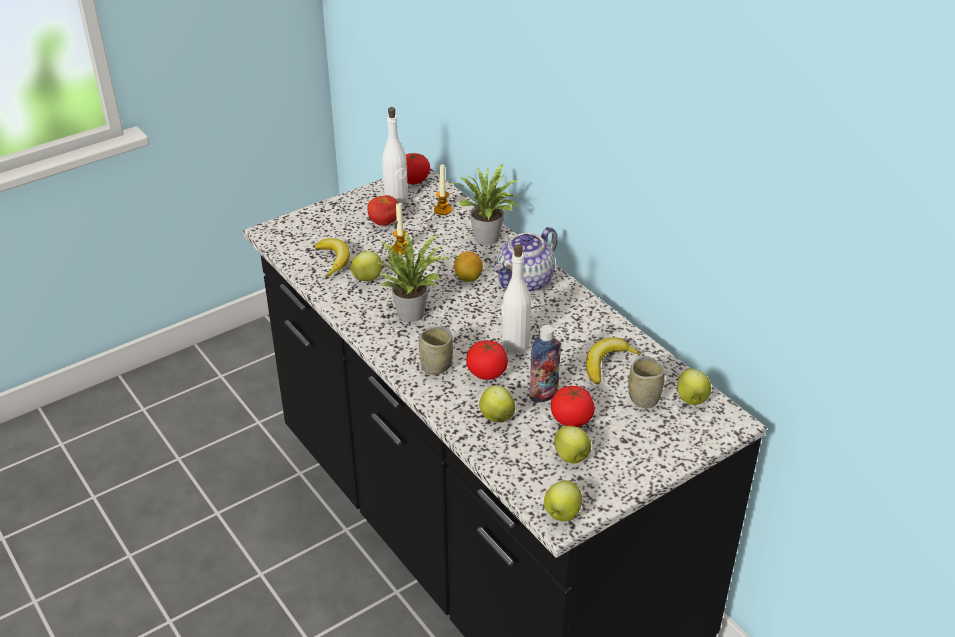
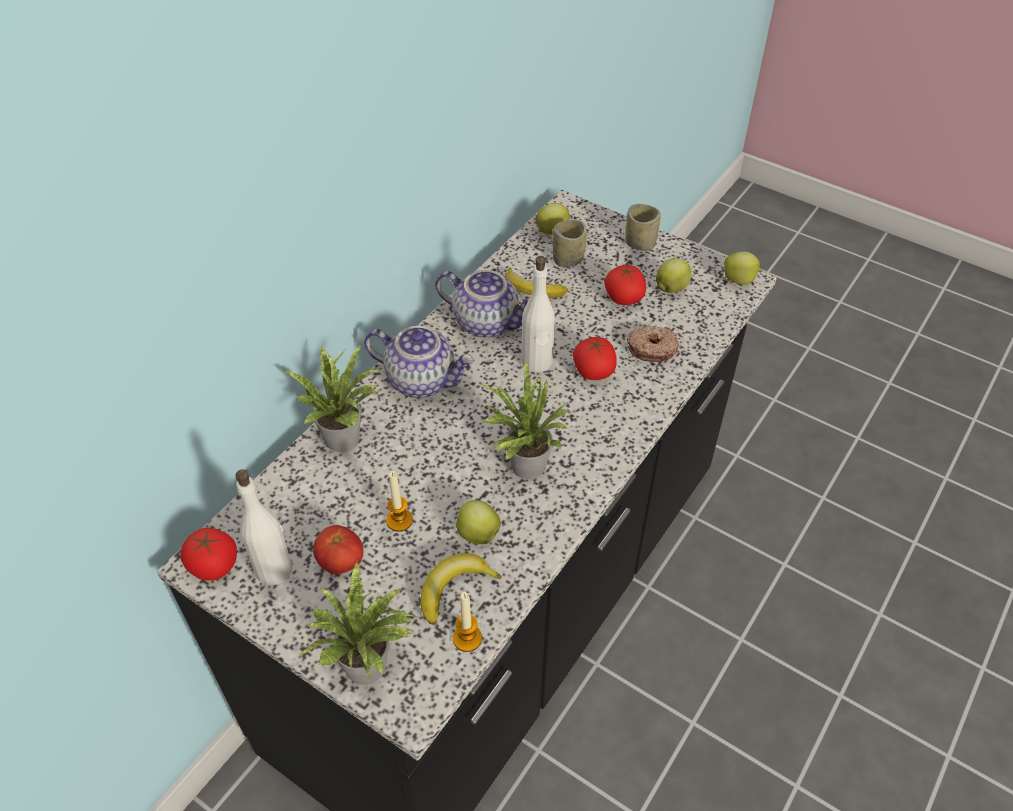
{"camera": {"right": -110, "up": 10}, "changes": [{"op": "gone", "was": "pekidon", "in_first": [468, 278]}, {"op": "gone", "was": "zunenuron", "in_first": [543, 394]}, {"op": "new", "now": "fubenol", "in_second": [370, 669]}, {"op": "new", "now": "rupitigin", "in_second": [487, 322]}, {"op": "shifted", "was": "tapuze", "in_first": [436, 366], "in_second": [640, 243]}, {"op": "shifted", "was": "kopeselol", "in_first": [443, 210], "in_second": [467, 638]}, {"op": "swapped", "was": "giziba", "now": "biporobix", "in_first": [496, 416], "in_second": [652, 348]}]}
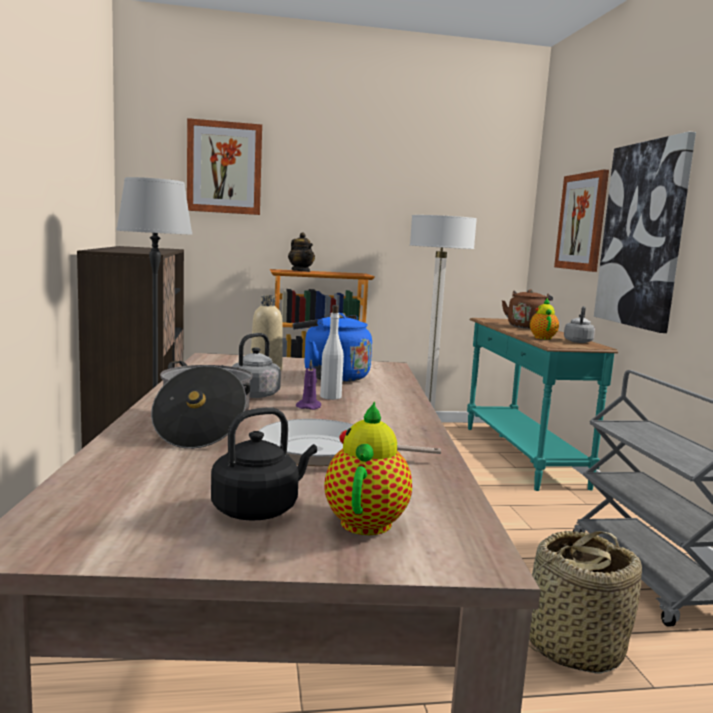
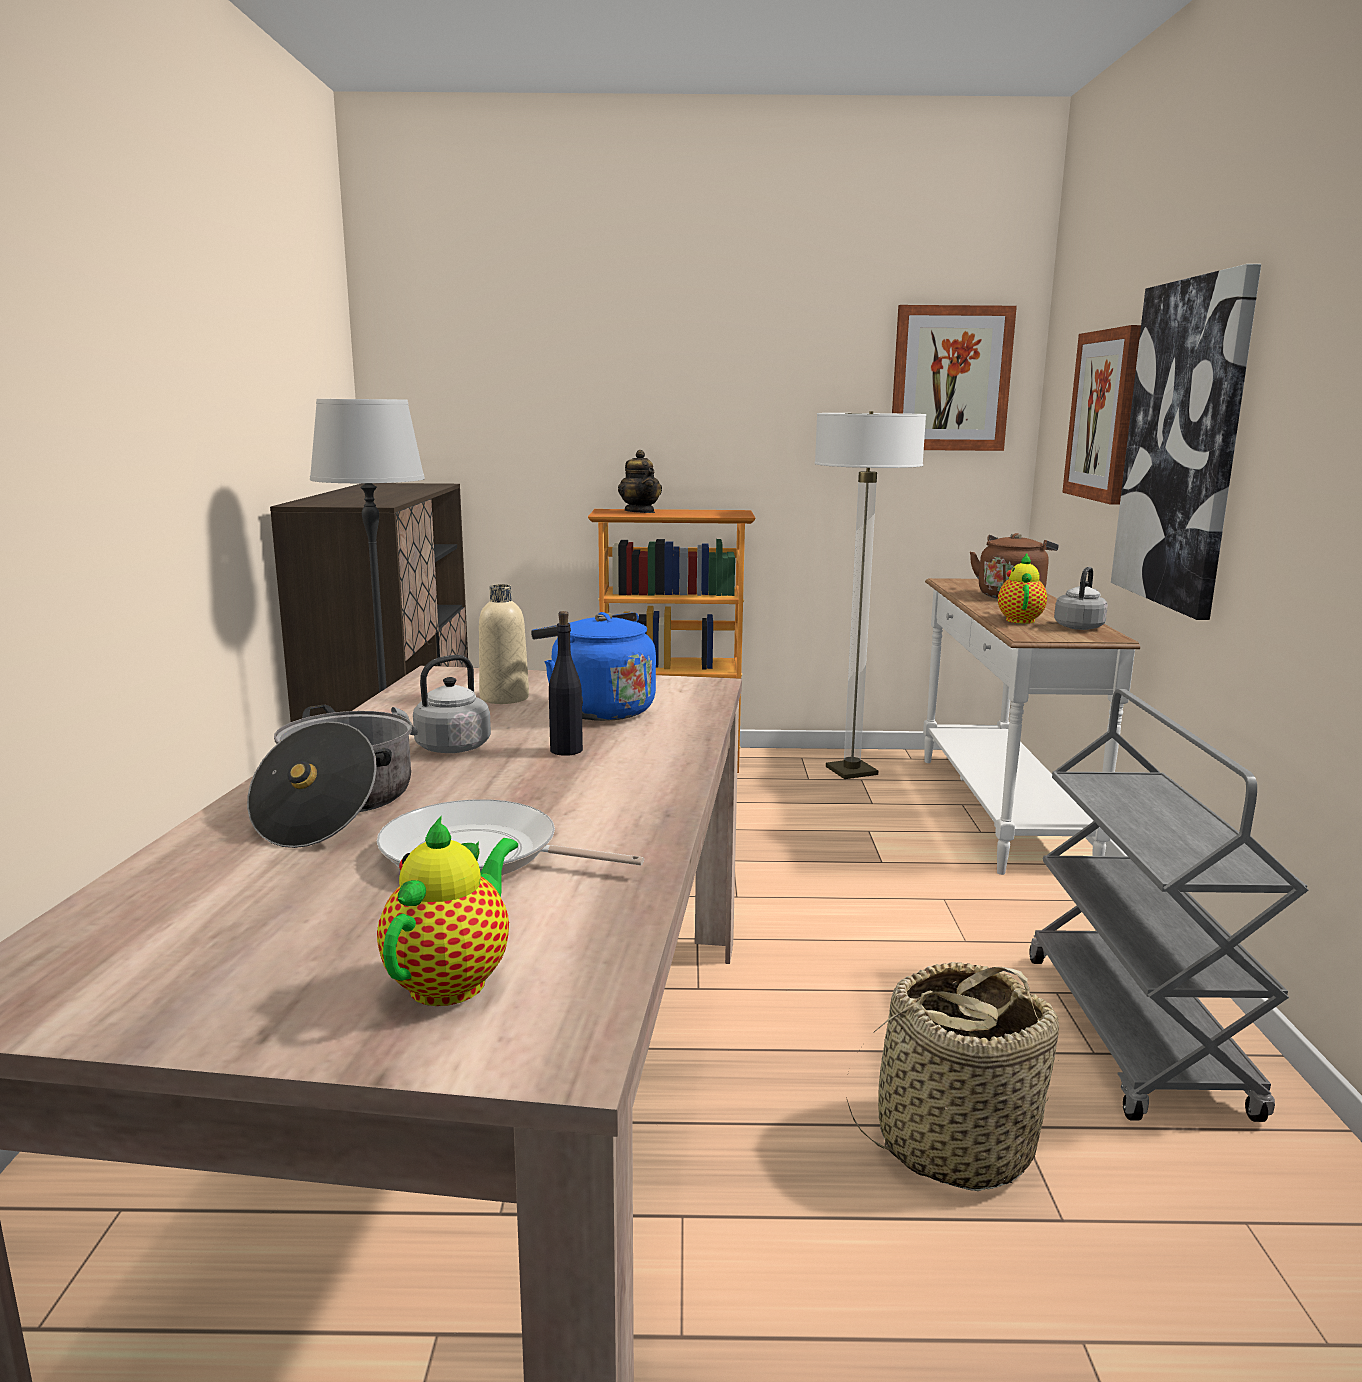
{"camera": {"right": 10, "up": 5}, "changes": [{"op": "gone", "was": "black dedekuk", "in_first": [259, 509]}, {"op": "gone", "was": "purple kopeselol", "in_first": [309, 406]}, {"op": "shifted", "was": "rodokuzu", "in_first": [224, 168], "in_second": [950, 379]}, {"op": "repainted", "was": "white zunenuron", "now": "black zunenuron", "in_first": [331, 397], "in_second": [567, 750]}, {"op": "repainted", "was": "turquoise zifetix", "now": "white zifetix", "in_first": [520, 455], "in_second": [997, 810]}]}
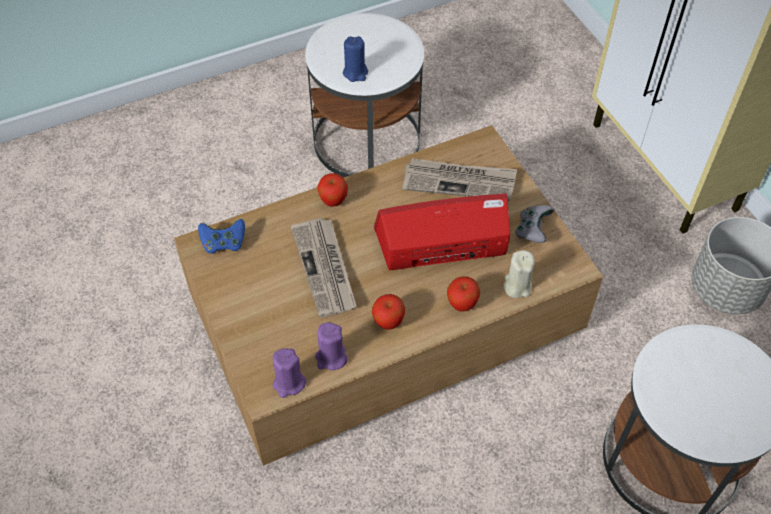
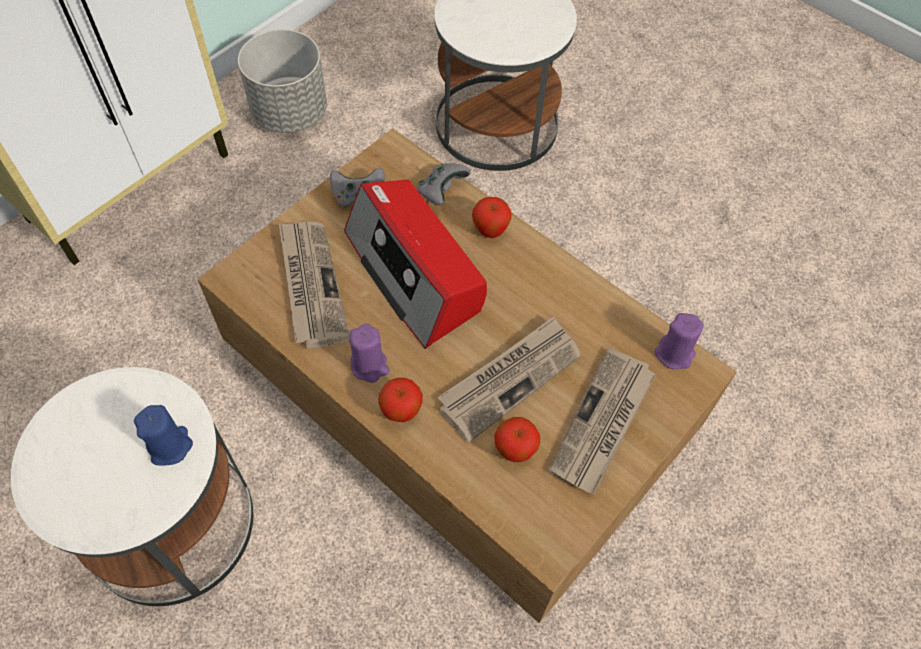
{"camera": {"right": -115, "up": 5}, "changes": [{"op": "gone", "was": "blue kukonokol", "in_first": [223, 243]}, {"op": "new", "now": "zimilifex", "in_second": [602, 423]}, {"op": "shifted", "was": "purple kopeselol", "in_first": [331, 358], "in_second": [369, 365]}, {"op": "shifted", "was": "giziba", "in_first": [388, 323], "in_second": [514, 451]}, {"op": "swapped", "was": "beige kopeselol", "now": "grey kukonokol", "in_first": [517, 286], "in_second": [441, 191]}]}
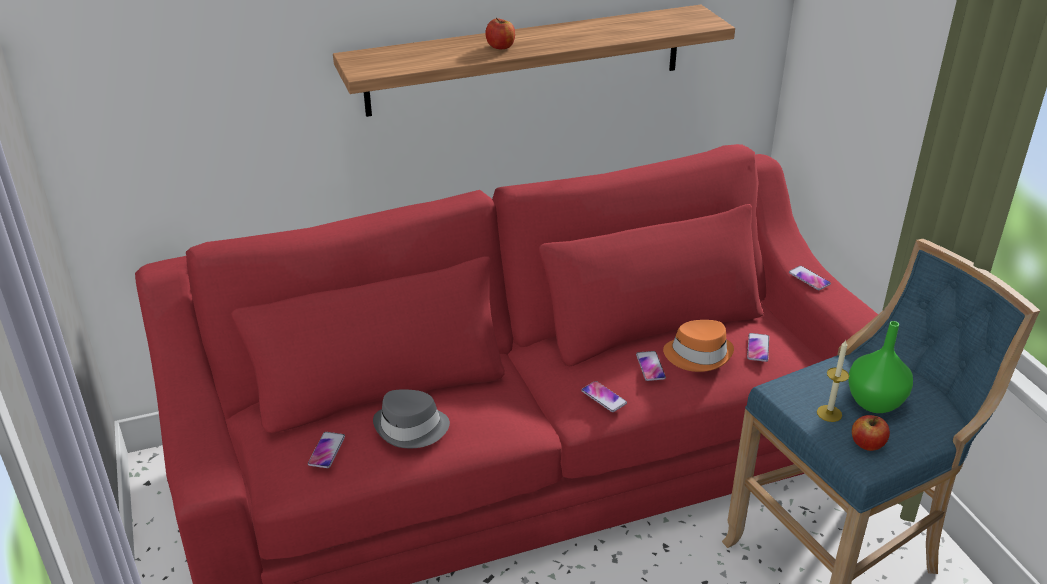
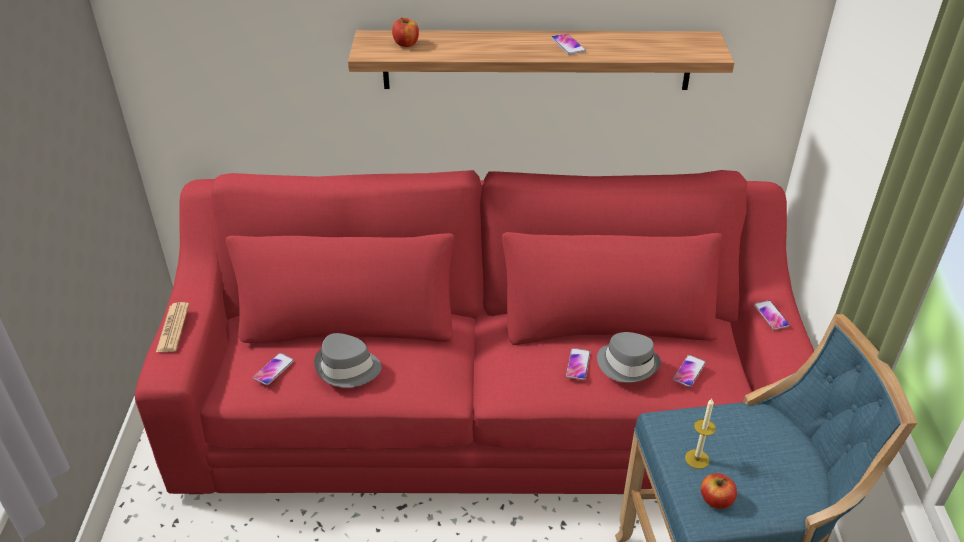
{"camera": {"right": 20, "up": 5}, "changes": [{"op": "gone", "was": "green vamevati", "in_first": [876, 403]}, {"op": "new", "now": "zimilifex", "in_second": [173, 328]}, {"op": "shifted", "was": "giziba", "in_first": [500, 46], "in_second": [406, 44]}, {"op": "shifted", "was": "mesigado", "in_first": [604, 397], "in_second": [568, 45]}, {"op": "repainted", "was": "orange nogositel", "now": "grey nogositel", "in_first": [698, 354], "in_second": [628, 364]}]}
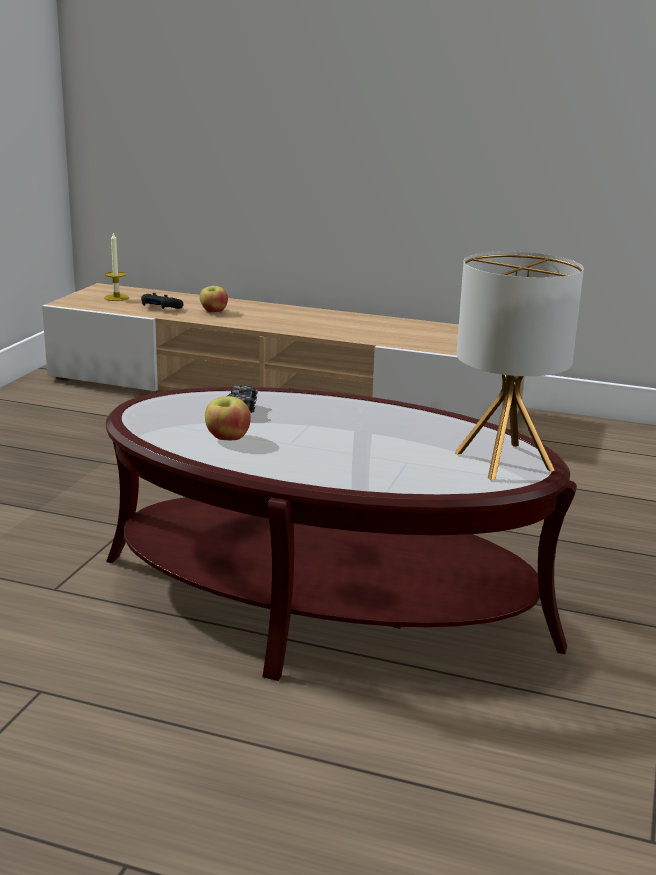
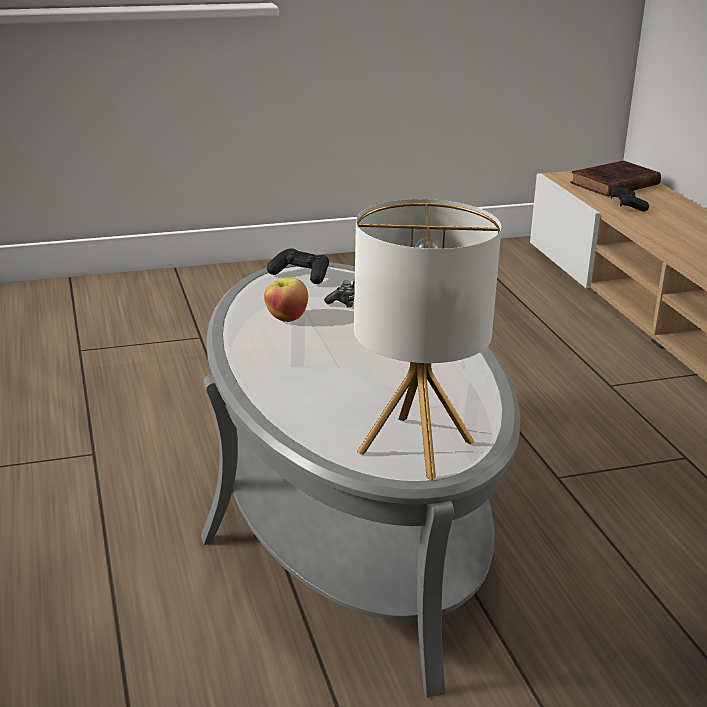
{"camera": {"right": 55, "up": 5}, "changes": [{"op": "gone", "was": "giziba", "in_first": [213, 311]}, {"op": "new", "now": "black kukonokol", "in_second": [300, 275]}, {"op": "swapped", "was": "kopeselol", "now": "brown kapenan", "in_first": [116, 297], "in_second": [613, 184]}, {"op": "repainted", "was": "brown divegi", "now": "grey divegi", "in_first": [322, 601], "in_second": [350, 516]}]}
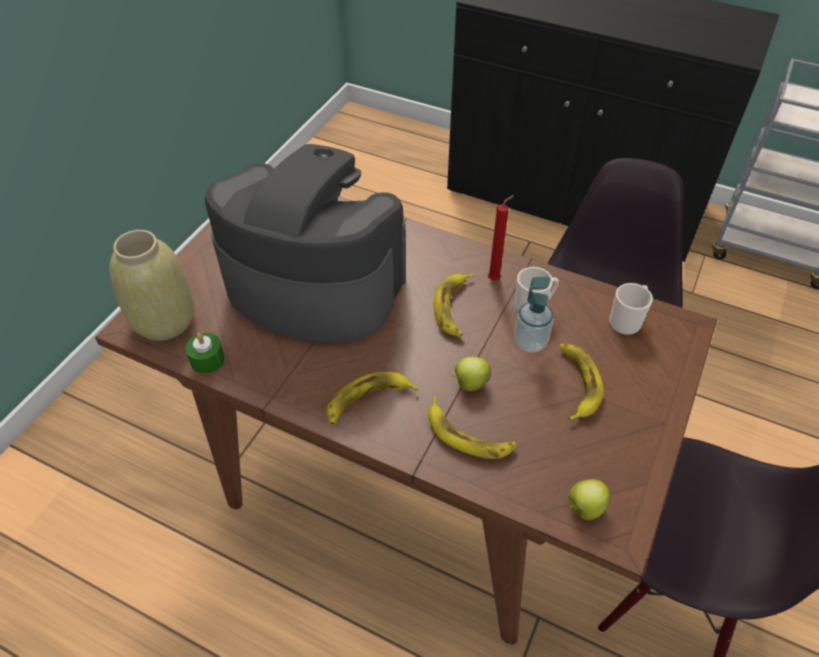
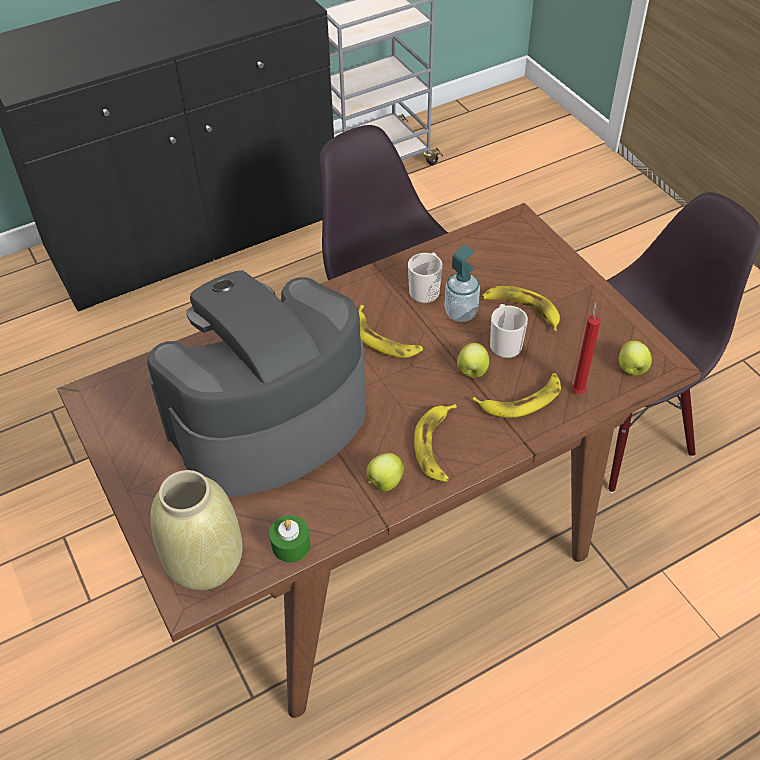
{"camera": {"right": -55, "up": 0}, "changes": [{"op": "new", "now": "giziba", "in_second": [384, 482]}, {"op": "shifted", "was": "red kopeselol", "in_first": [495, 279], "in_second": [578, 390]}, {"op": "shifted", "was": "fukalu", "in_first": [627, 321], "in_second": [504, 343]}]}
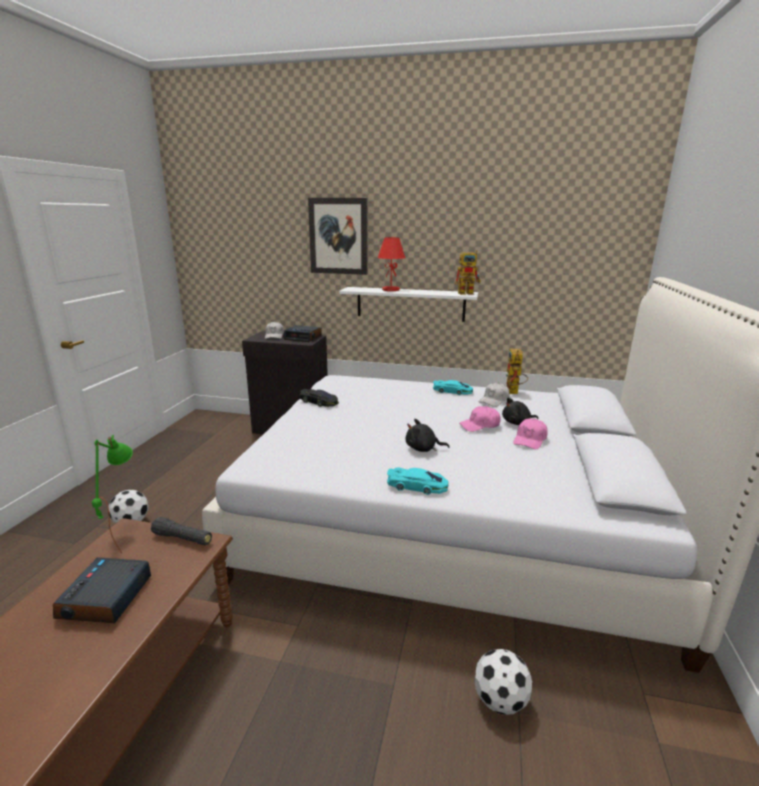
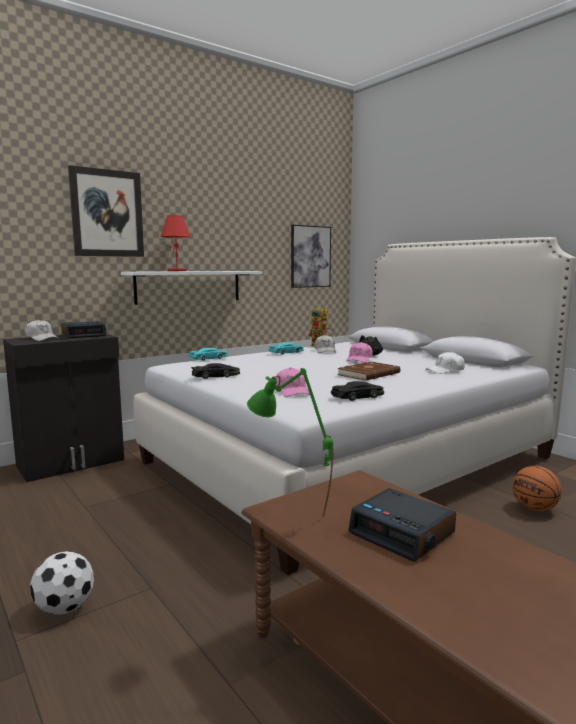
{"camera": {"right": -50, "up": -10}, "changes": [{"op": "gone", "was": "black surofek", "in_first": [183, 539]}, {"op": "gone", "was": "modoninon", "in_first": [469, 293]}, {"op": "new", "now": "rodokuzu", "in_second": [310, 256]}, {"op": "new", "now": "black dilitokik", "in_second": [358, 396]}, {"op": "new", "now": "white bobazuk", "in_second": [445, 370]}, {"op": "shifted", "was": "turquoise dilitokik", "in_first": [417, 486], "in_second": [208, 358]}, {"op": "shifted", "was": "pink bobazuk", "in_first": [530, 440], "in_second": [292, 391]}, {"op": "swapped", "was": "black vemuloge", "now": "brown kapenan", "in_first": [423, 449], "in_second": [370, 374]}, {"op": "swapped", "was": "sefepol", "now": "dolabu", "in_first": [500, 701], "in_second": [534, 508]}]}
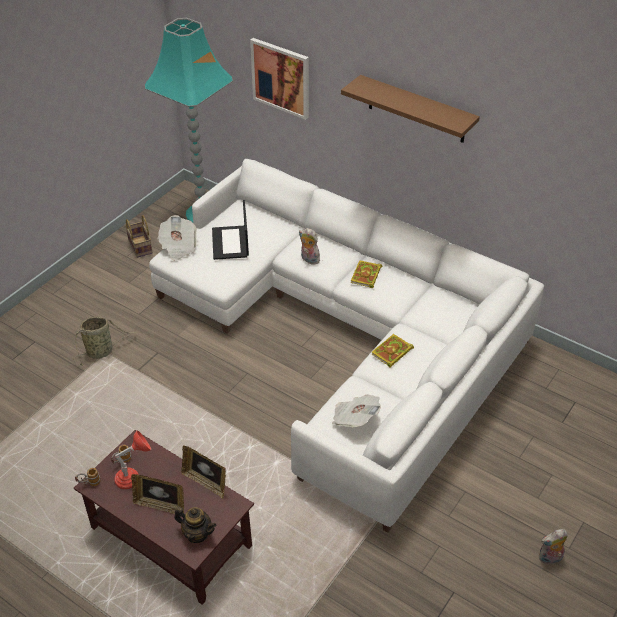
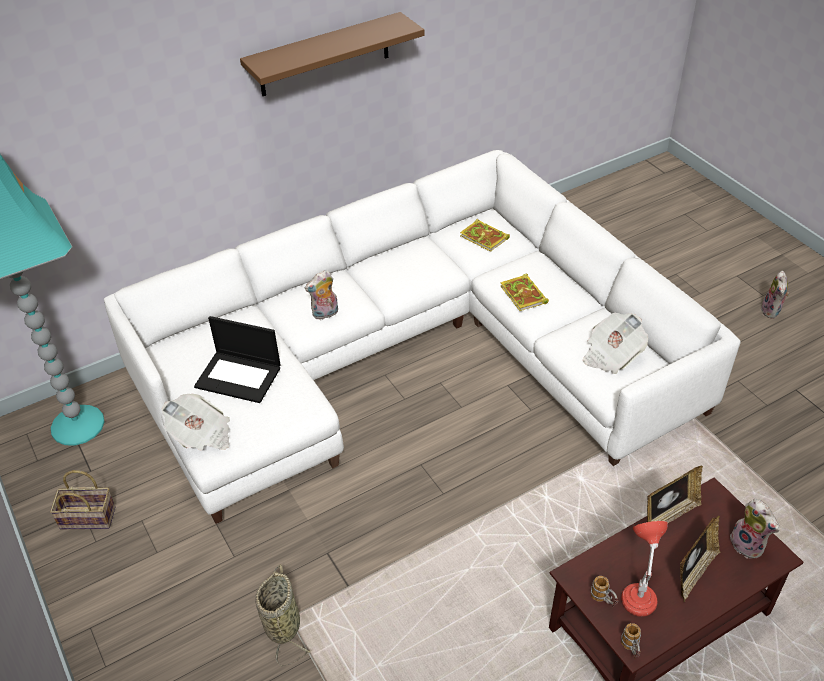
{"camera": {"right": -65, "up": 0}, "changes": [{"op": "gone", "was": "rodokuzu", "in_first": [281, 78]}, {"op": "shifted", "was": "kapenan", "in_first": [366, 276], "in_second": [485, 238]}, {"op": "swapped", "was": "rupitigin", "now": "vemuloge", "in_first": [197, 533], "in_second": [749, 545]}]}
